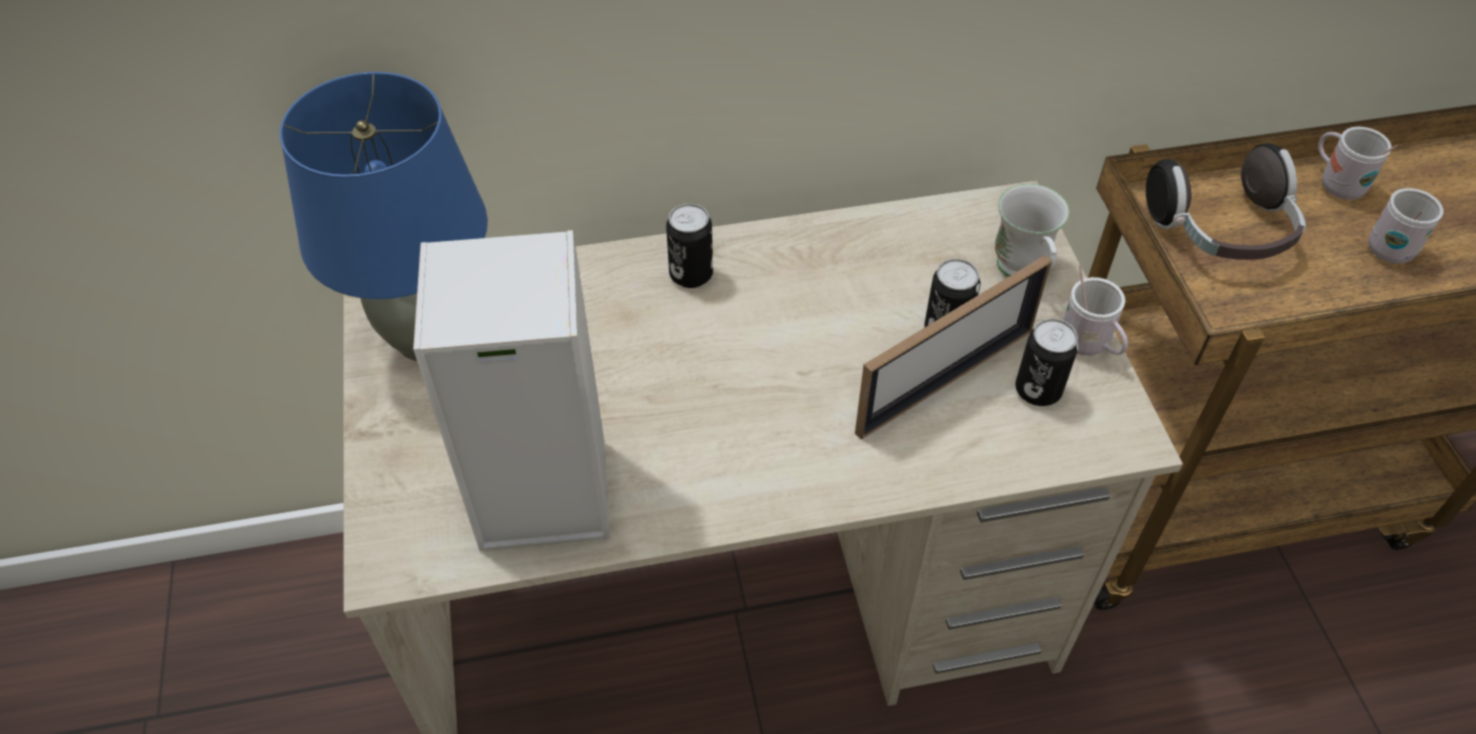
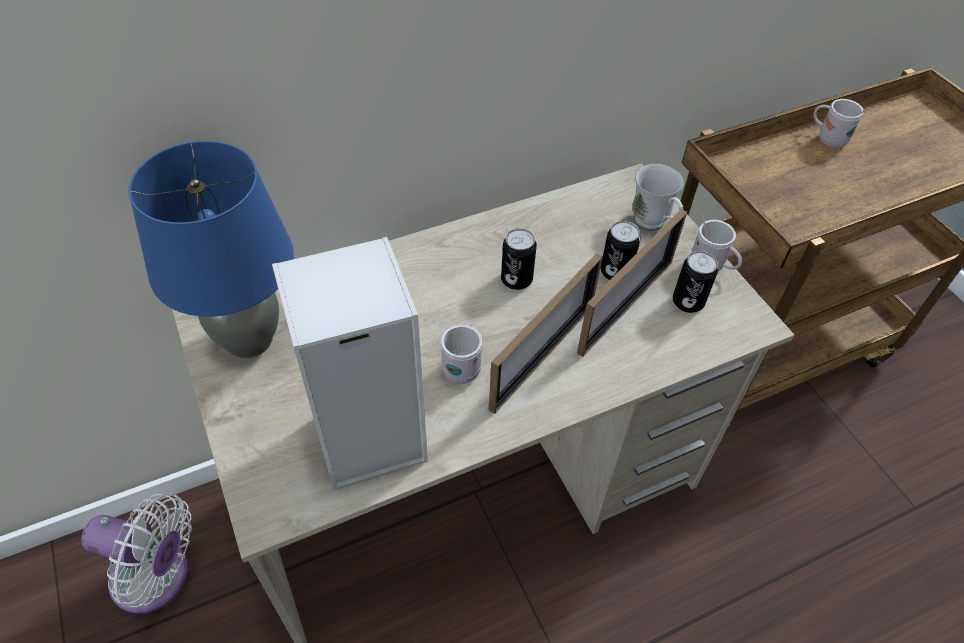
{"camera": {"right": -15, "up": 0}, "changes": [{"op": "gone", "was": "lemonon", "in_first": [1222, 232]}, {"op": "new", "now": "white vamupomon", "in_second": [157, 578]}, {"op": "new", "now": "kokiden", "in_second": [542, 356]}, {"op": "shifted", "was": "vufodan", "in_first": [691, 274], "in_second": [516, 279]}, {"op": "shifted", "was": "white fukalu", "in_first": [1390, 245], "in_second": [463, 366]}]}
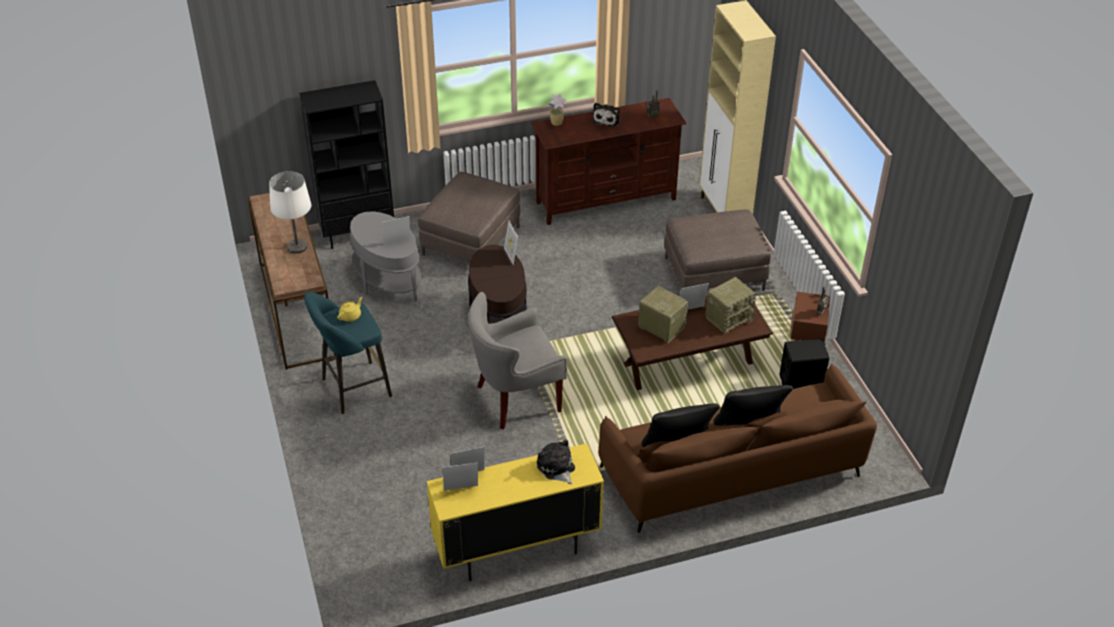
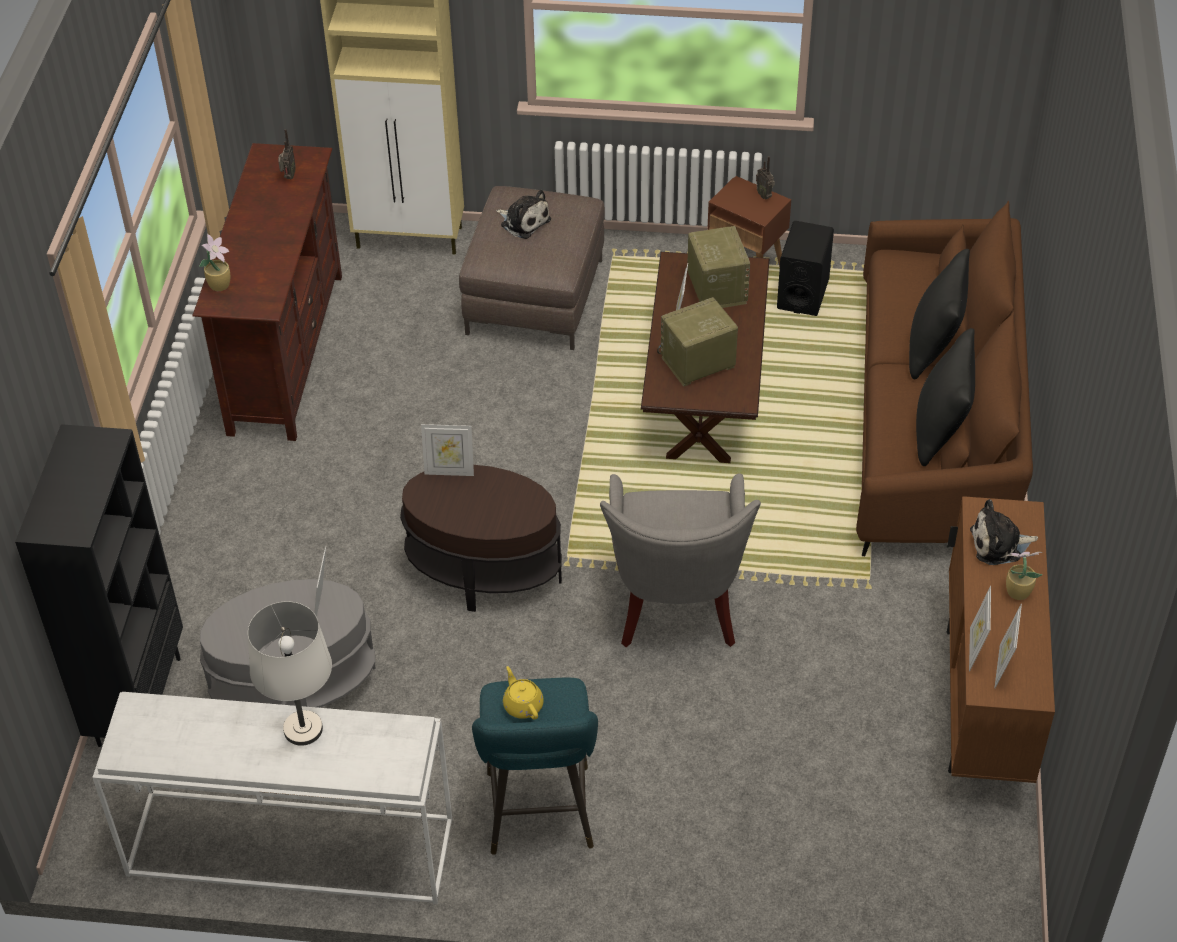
{"camera": {"right": -65, "up": 5}, "changes": [{"op": "gone", "was": "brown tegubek", "in_first": [471, 241]}, {"op": "new", "now": "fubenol", "in_second": [1016, 591]}, {"op": "shifted", "was": "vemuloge", "in_first": [607, 119], "in_second": [523, 221]}, {"op": "repainted", "was": "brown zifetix", "now": "white zifetix", "in_first": [296, 310], "in_second": [288, 849]}, {"op": "repainted", "was": "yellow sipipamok", "now": "brown sipipamok", "in_first": [516, 550], "in_second": [983, 704]}]}
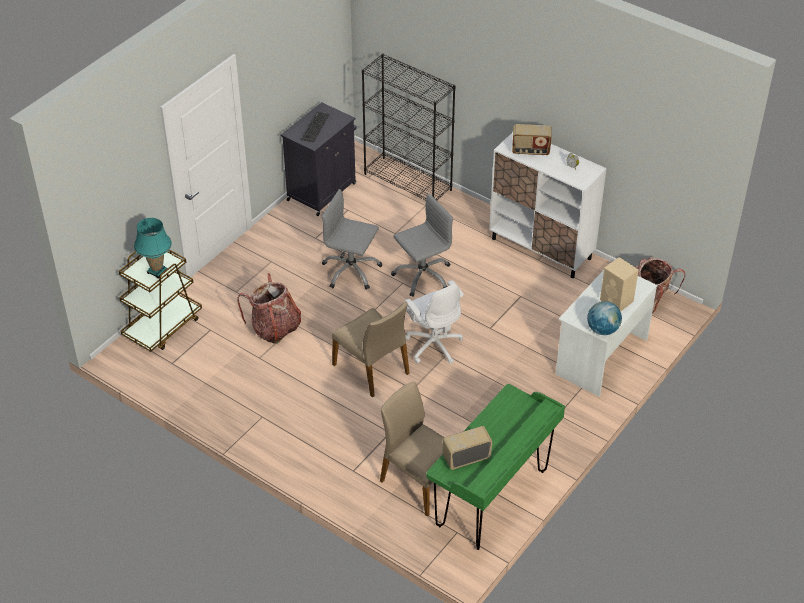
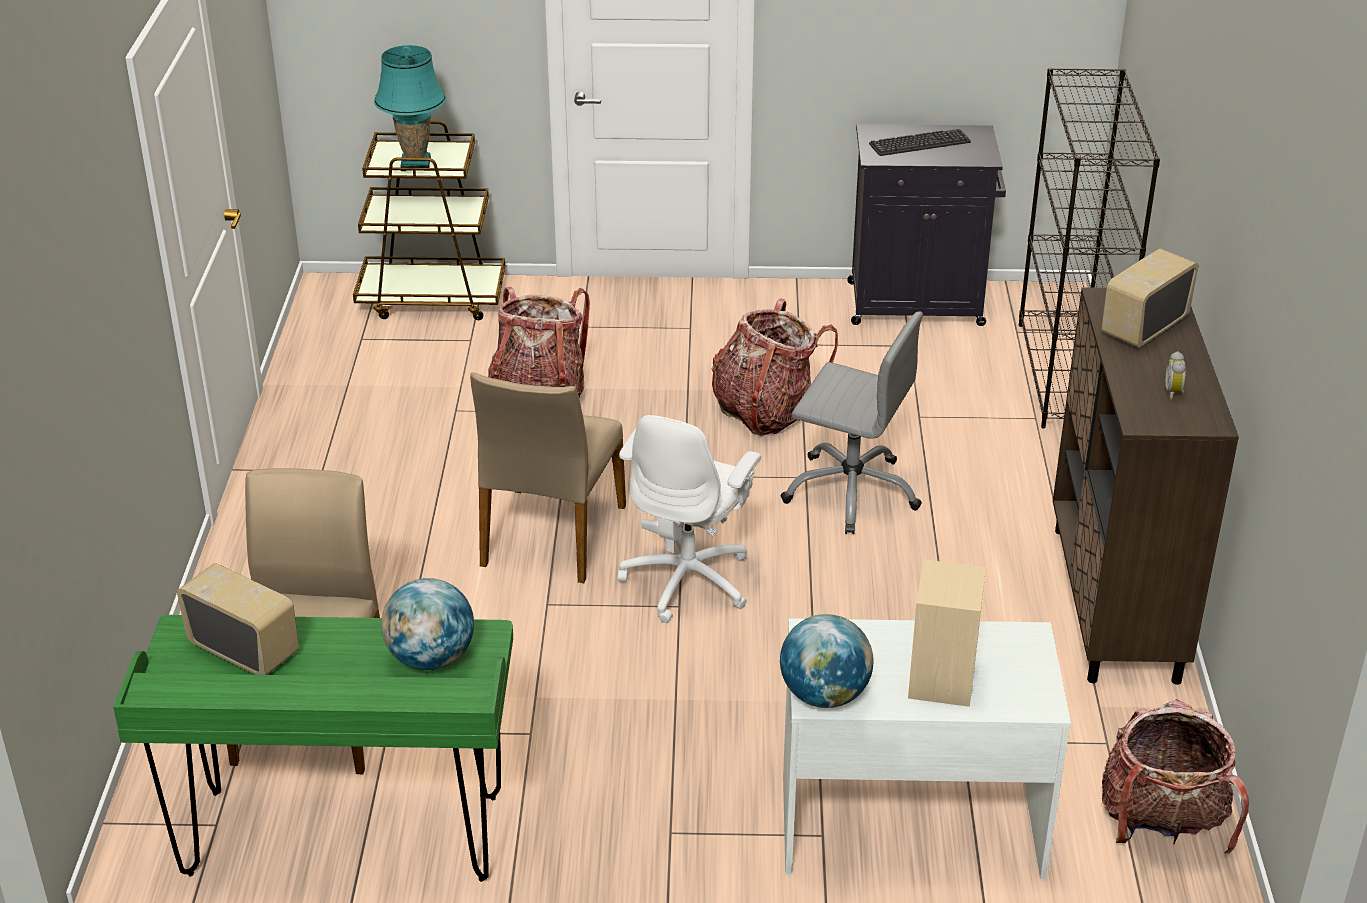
{"camera": {"right": 55, "up": -10}, "changes": [{"op": "new", "now": "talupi", "in_second": [430, 659]}, {"op": "swapped", "was": "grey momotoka", "now": "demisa", "in_first": [351, 271], "in_second": [765, 411]}, {"op": "repainted", "was": "white sipipamok", "now": "brown sipipamok", "in_first": [541, 249], "in_second": [1115, 603]}, {"op": "rotated", "was": "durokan", "in_first": [530, 150], "in_second": [1143, 327], "clockwise": 75}]}
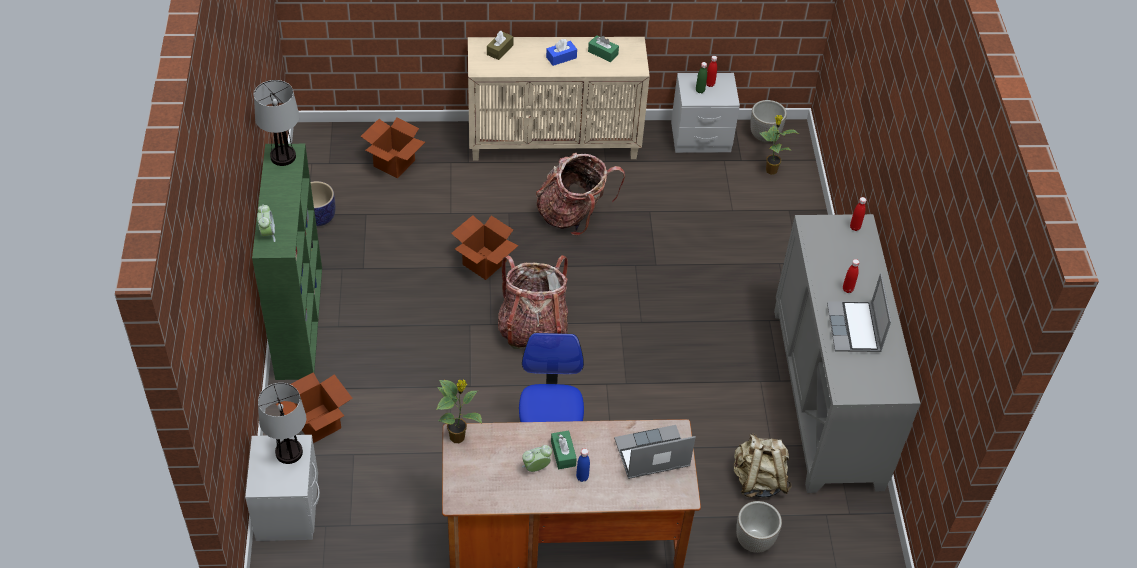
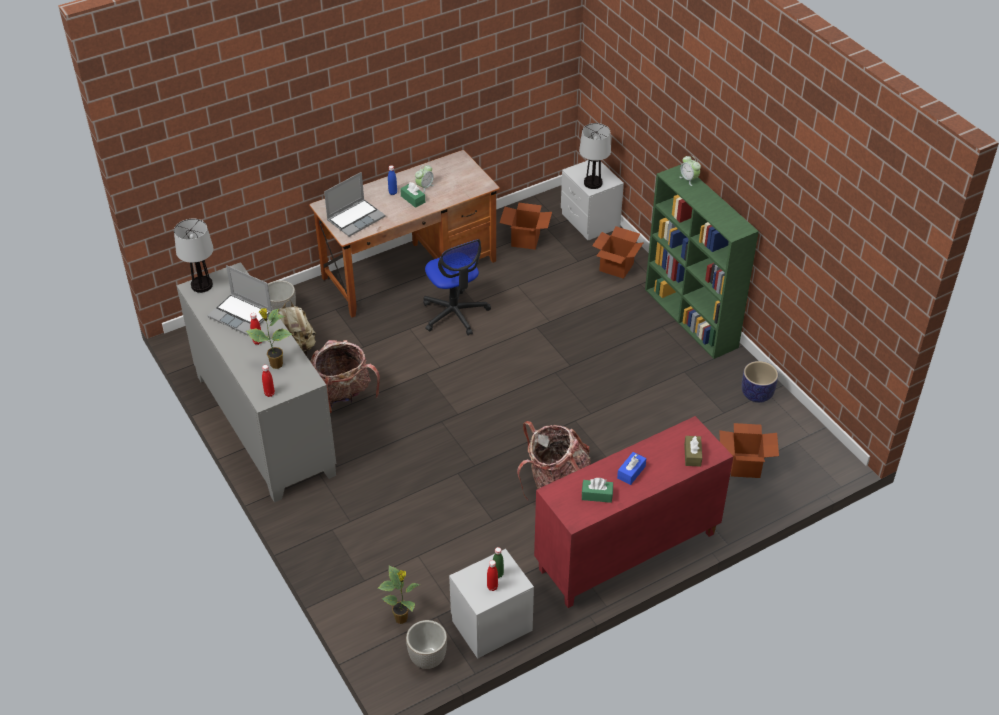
{"camera": {"right": 155, "up": -5}, "changes": [{"op": "shifted", "was": "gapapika", "in_first": [283, 156], "in_second": [201, 285]}, {"op": "shifted", "was": "fubenol", "in_first": [458, 437], "in_second": [275, 364]}, {"op": "shifted", "was": "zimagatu", "in_first": [484, 263], "in_second": [525, 240]}, {"op": "shifted", "was": "demisa", "in_first": [533, 329], "in_second": [342, 397]}, {"op": "repainted", "was": "beige sipipamok", "now": "red sipipamok", "in_first": [555, 141], "in_second": [627, 553]}, {"op": "rotated", "was": "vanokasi", "in_first": [855, 329], "in_second": [241, 315], "clockwise": 150}]}
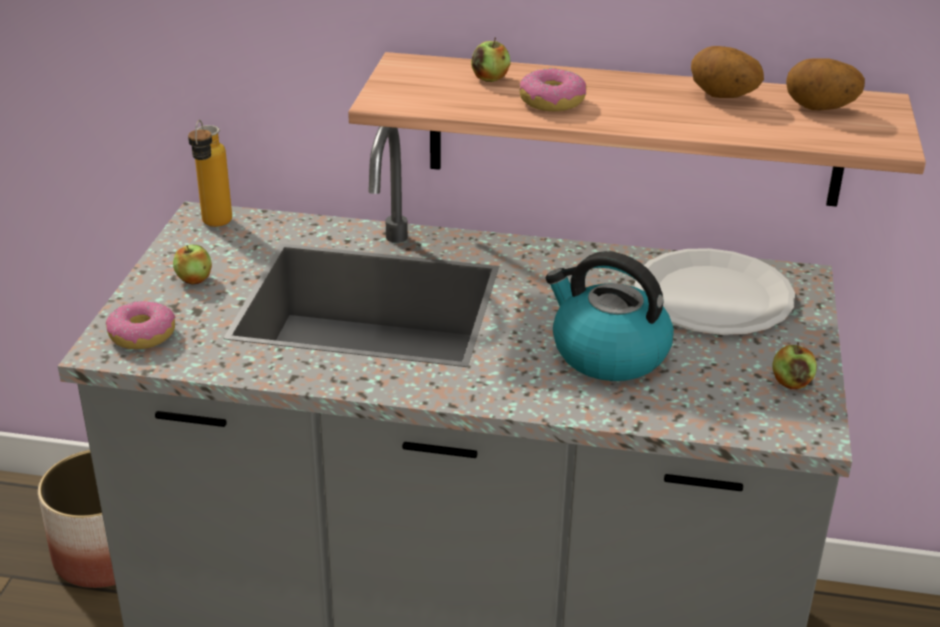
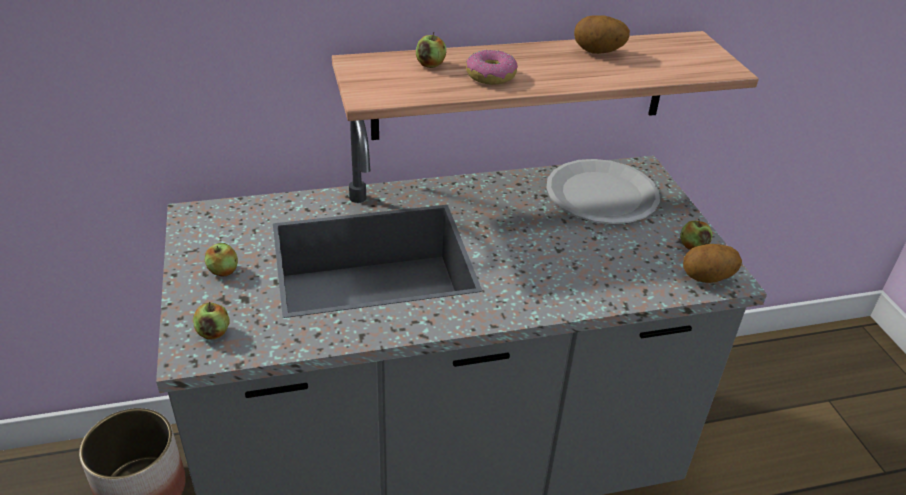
{"camera": {"right": -25, "up": 5}, "changes": [{"op": "gone", "was": "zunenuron", "in_first": [214, 227]}, {"op": "gone", "was": "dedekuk", "in_first": [607, 353]}, {"op": "shifted", "was": "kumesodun", "in_first": [820, 109], "in_second": [707, 278]}, {"op": "swapped", "was": "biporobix", "now": "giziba", "in_first": [143, 335], "in_second": [213, 332]}]}
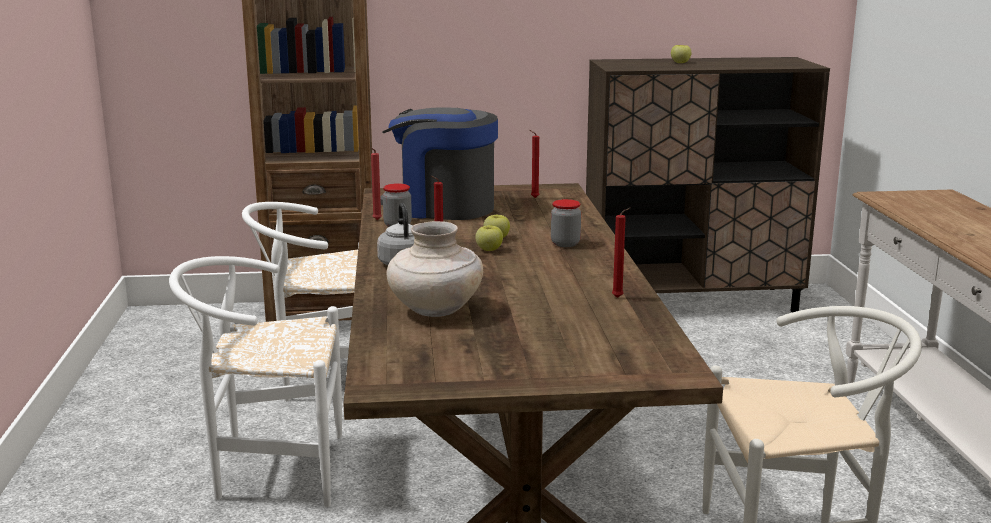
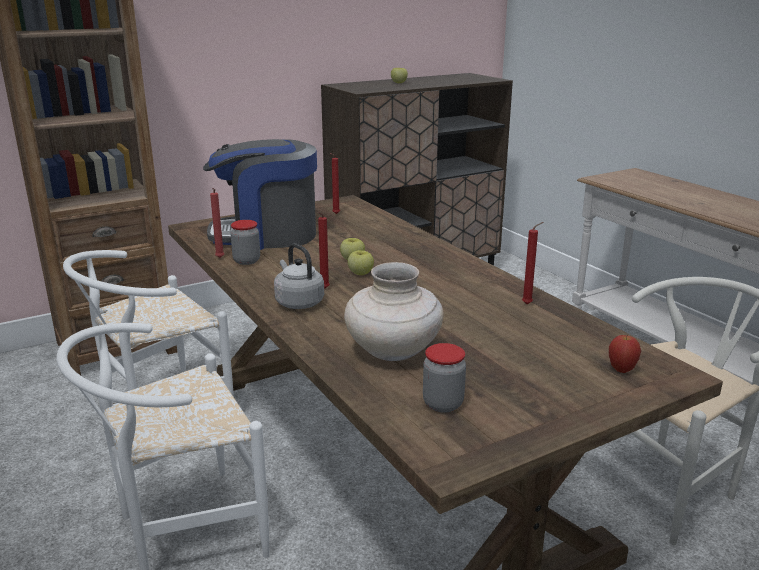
{"camera": {"right": -25, "up": 5}, "changes": [{"op": "new", "now": "giziba", "in_second": [621, 370]}, {"op": "shifted", "was": "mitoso", "in_first": [565, 244], "in_second": [443, 404]}]}
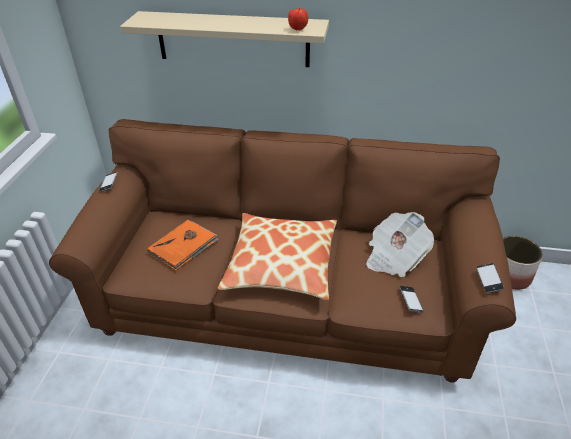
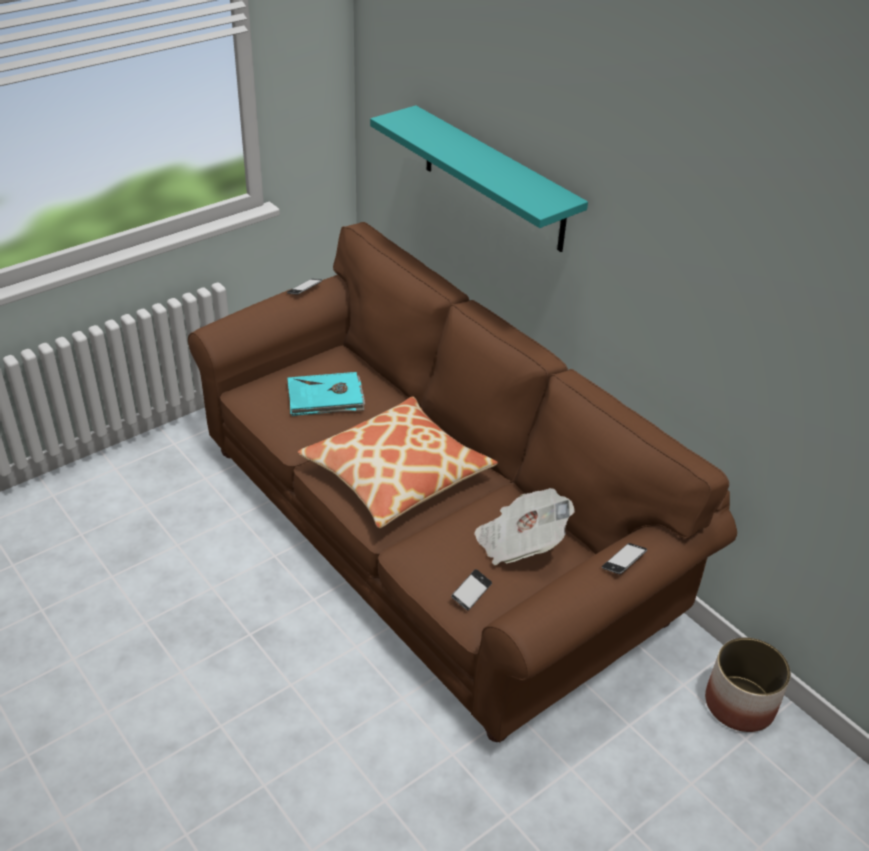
{"camera": {"right": 40, "up": 0}, "changes": [{"op": "gone", "was": "giziba", "in_first": [298, 29]}, {"op": "shifted", "was": "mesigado", "in_first": [488, 280], "in_second": [623, 561]}, {"op": "repainted", "was": "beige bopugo", "now": "turquoise bopugo", "in_first": [233, 39], "in_second": [493, 179]}, {"op": "repainted", "was": "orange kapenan", "now": "turquoise kapenan", "in_first": [184, 247], "in_second": [326, 398]}]}
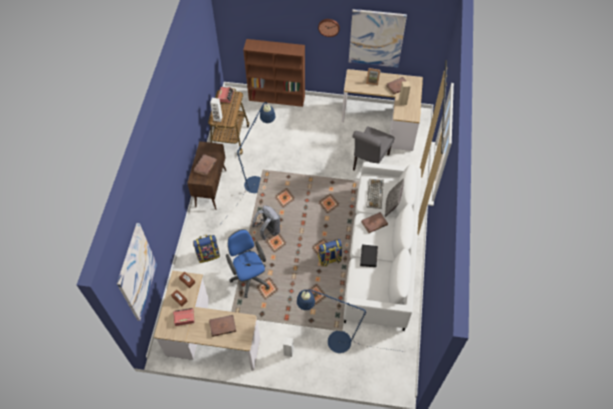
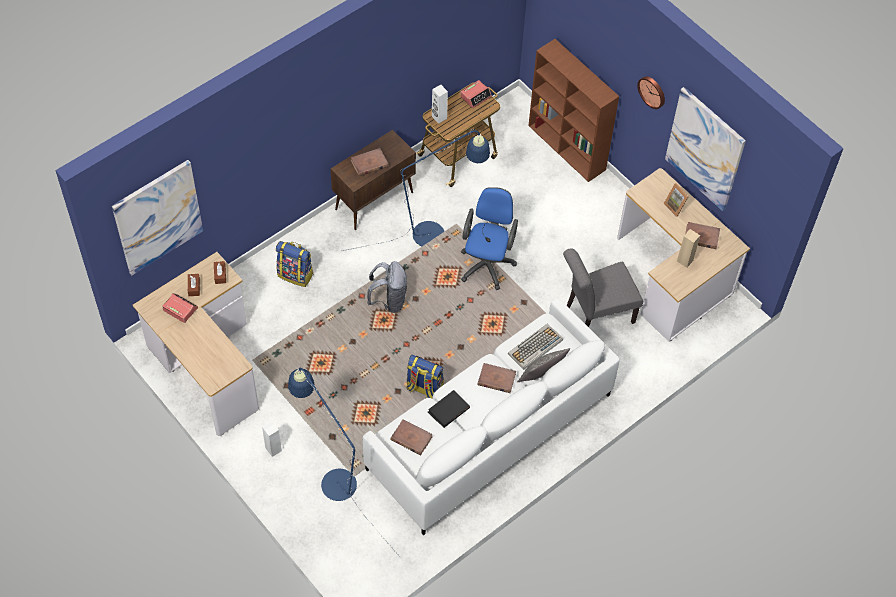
{"camera": {"right": 40, "up": 0}, "changes": [{"op": "shifted", "was": "brown kapenan", "in_first": [222, 326], "in_second": [411, 438]}, {"op": "shifted", "was": "blue momotoka", "in_first": [249, 276], "in_second": [487, 263]}]}
